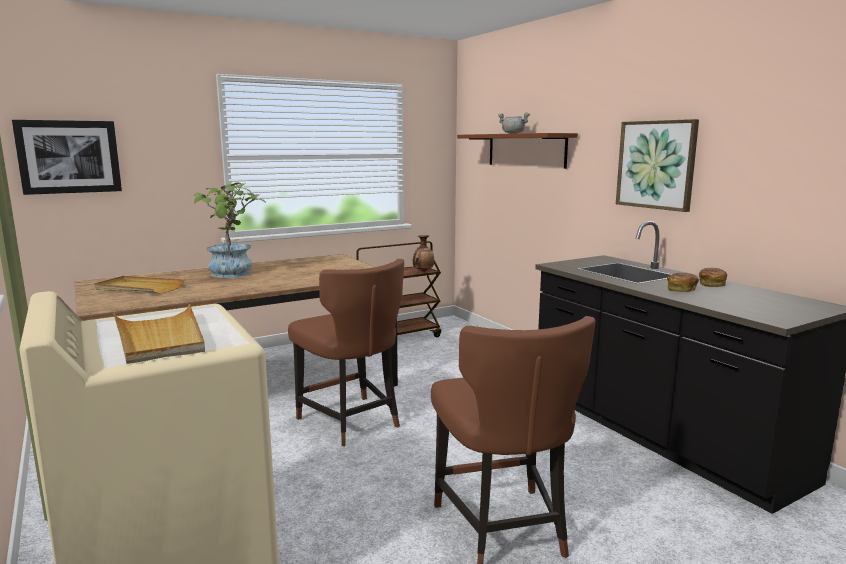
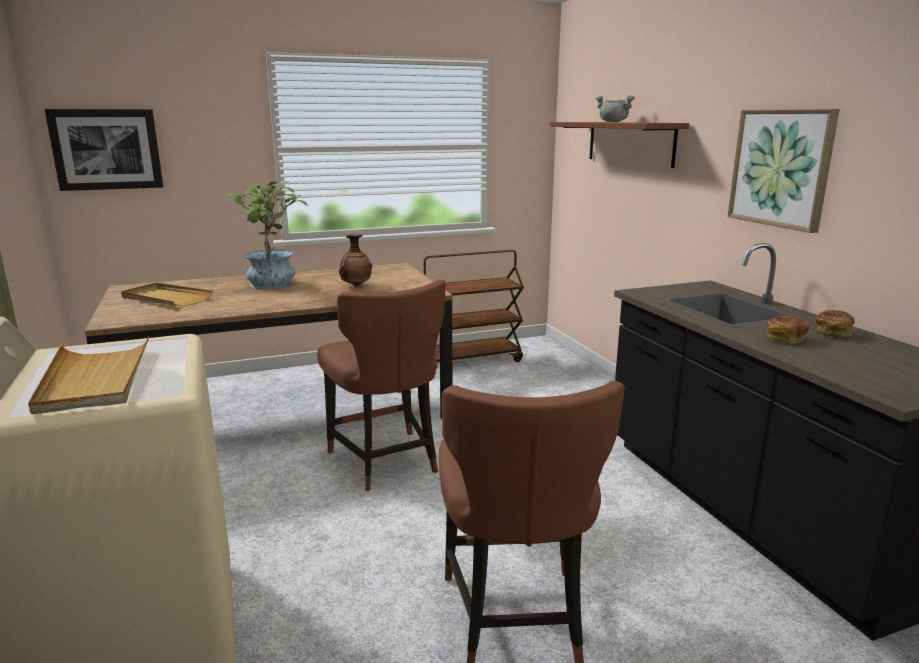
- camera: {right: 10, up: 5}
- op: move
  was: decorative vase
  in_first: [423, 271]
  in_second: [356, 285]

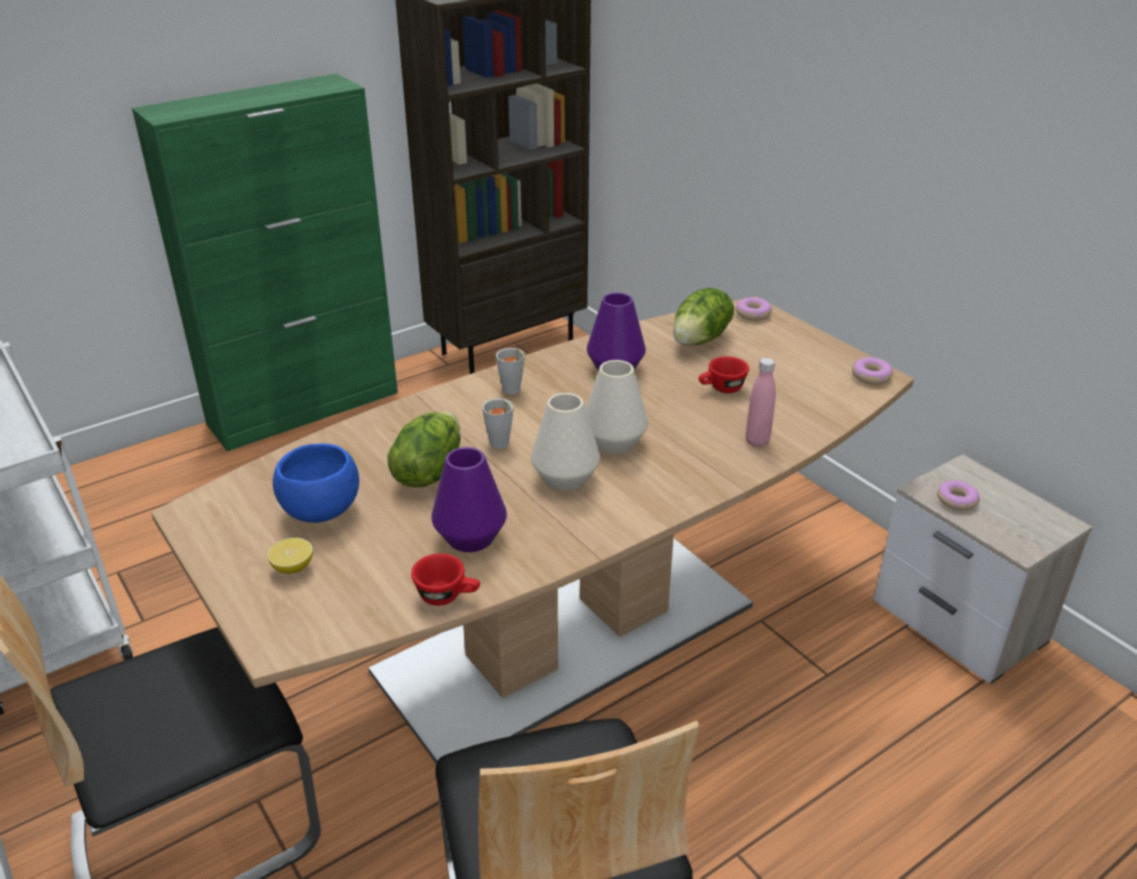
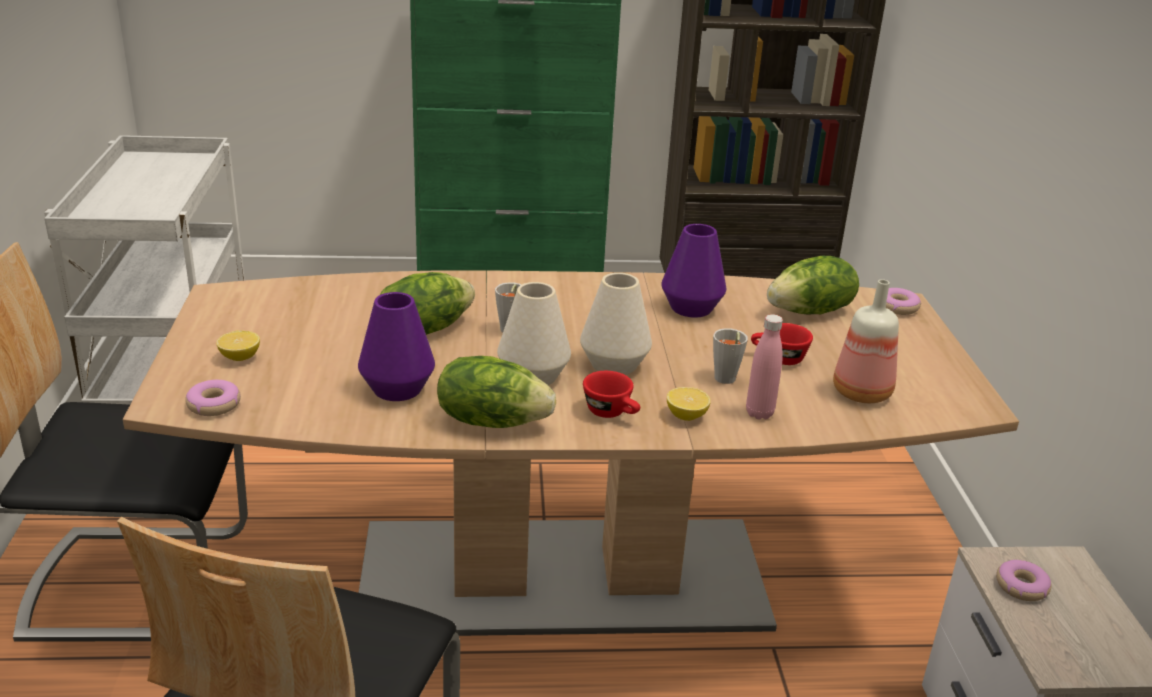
- camera: {right: 30, up: -5}
- op: delete
  was: bluish deep dish
  in_first: [321, 511]
- op: move
  was: red drinking cup
  in_first: [447, 595]
  in_second: [612, 413]
- op: move
  was: grey drinking cup
  in_first: [513, 391]
  in_second: [724, 381]
- op: move
  was: ring doughnut
  in_first: [871, 376]
  in_second: [214, 405]
- op: insert
  now: lettuce head
  in_second: [492, 421]
- op: insert
  now: citrus fruit
  in_second: [686, 416]
- op: insert
  now: beverage bottle
  in_second: [863, 393]

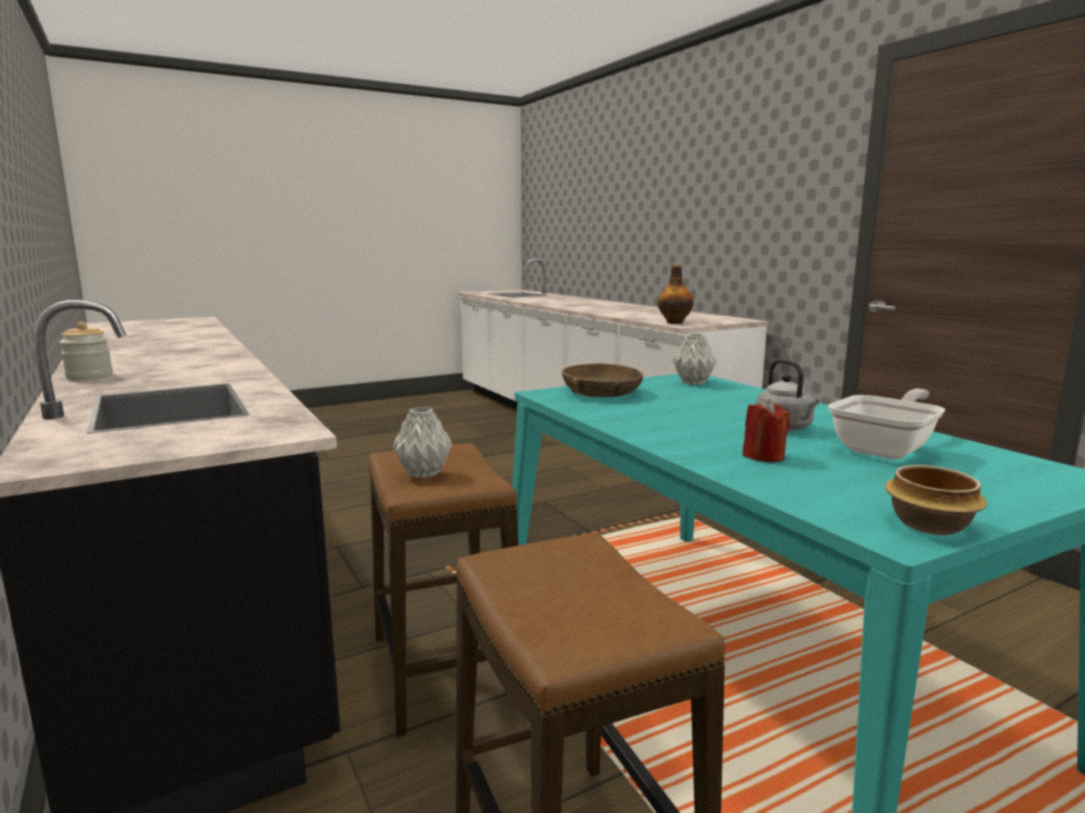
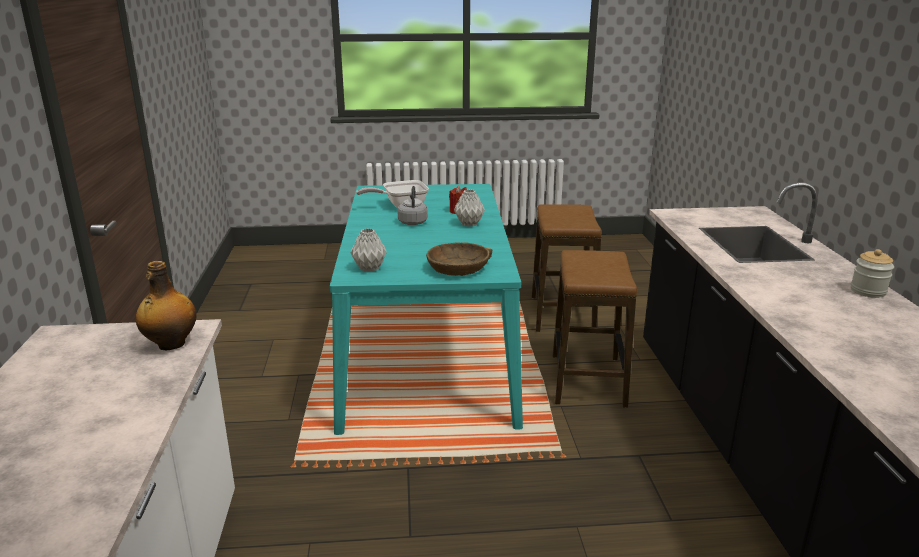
- camera: {right: -155, up: 10}
- op: move
  was: grey decorative vase
  in_first: [425, 473]
  in_second: [468, 224]
- op: delete
  was: deep dish
  in_first: [930, 525]

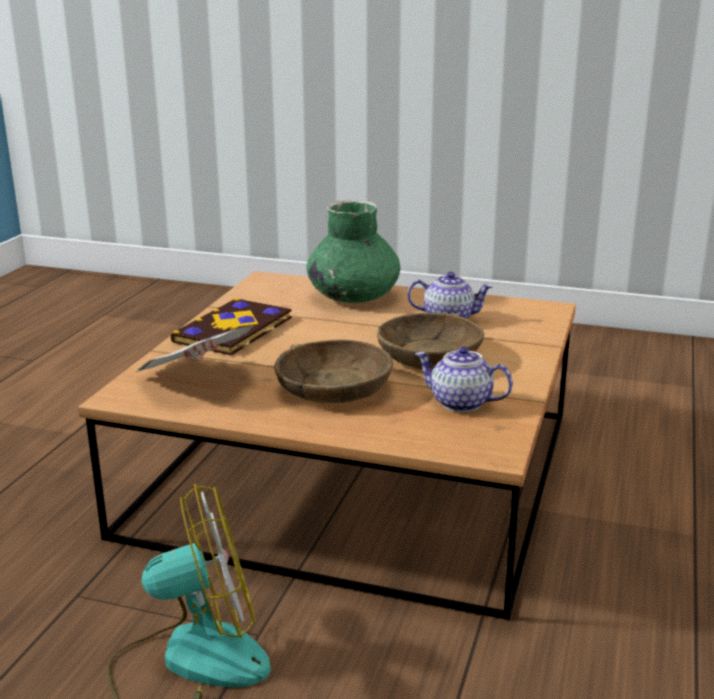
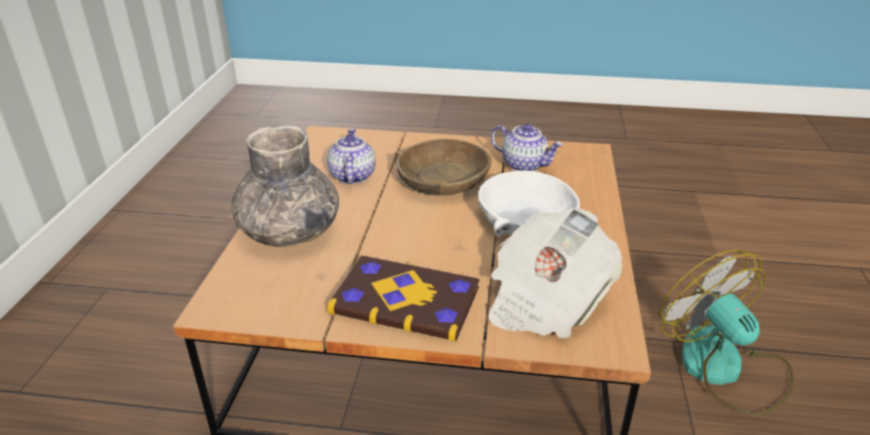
- camera: {right: -100, up: 10}
- op: recolor
  was: brown deep dish
  now: white-coloured deep dish
  in_first: [332, 388]
  in_second: [526, 219]
- op: recolor
  was: green-coloured decorative vase
  now: grey decorative vase
  in_first: [353, 296]
  in_second: [289, 232]
- op: rotate
  was: tea pot
  in_first: [460, 403]
  in_second: [524, 165]
  clockwise: -75

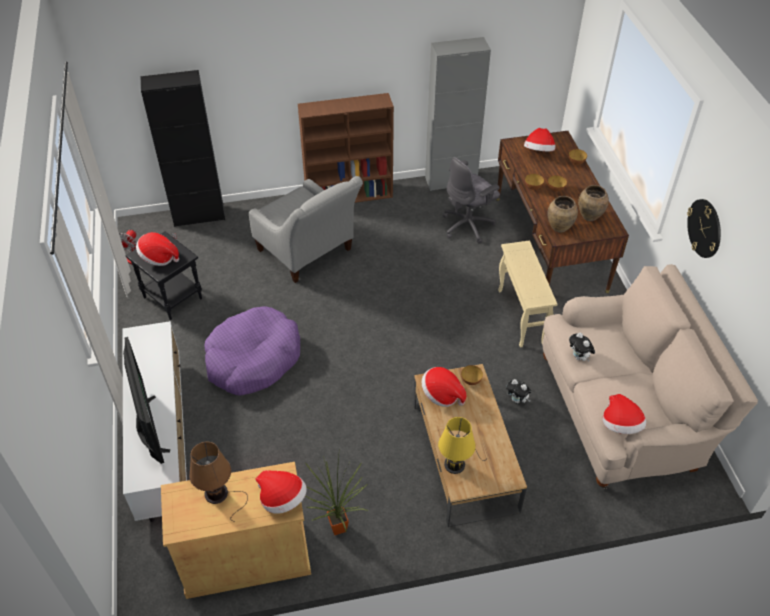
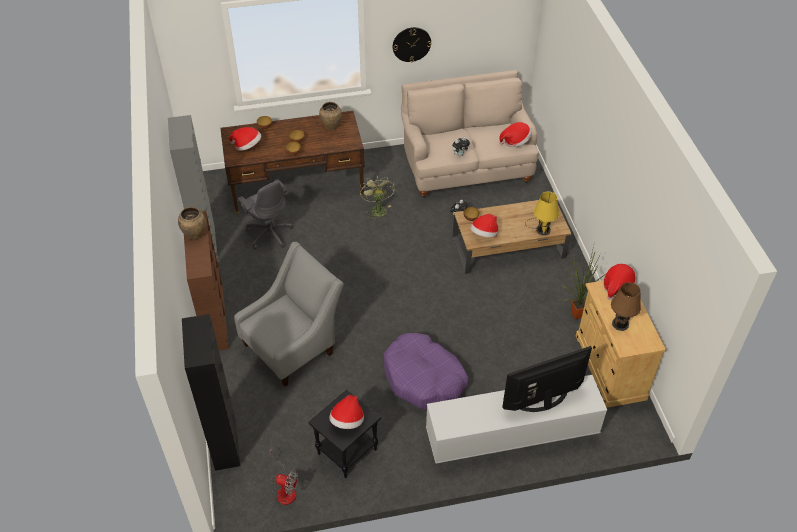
- camera: {right: -90, up: 0}
- op: replace
  was: sand-coloured side table
  now: green-coloured electric fan
  in_first: [520, 316]
  in_second: [377, 209]
- op: move
  was: brown decorative vase
  in_first: [559, 228]
  in_second: [195, 235]

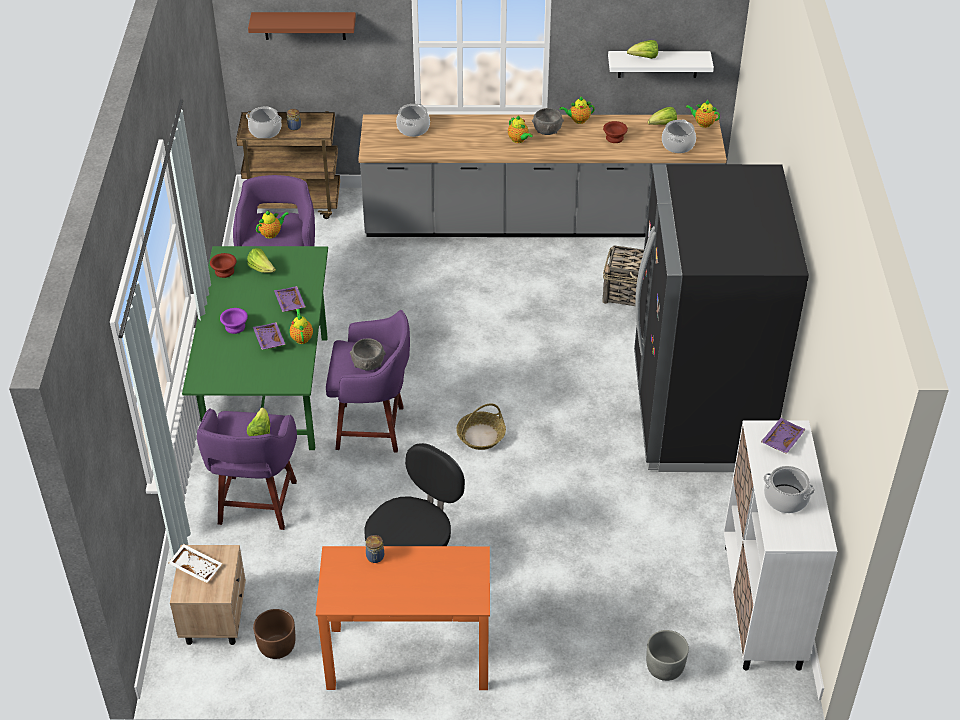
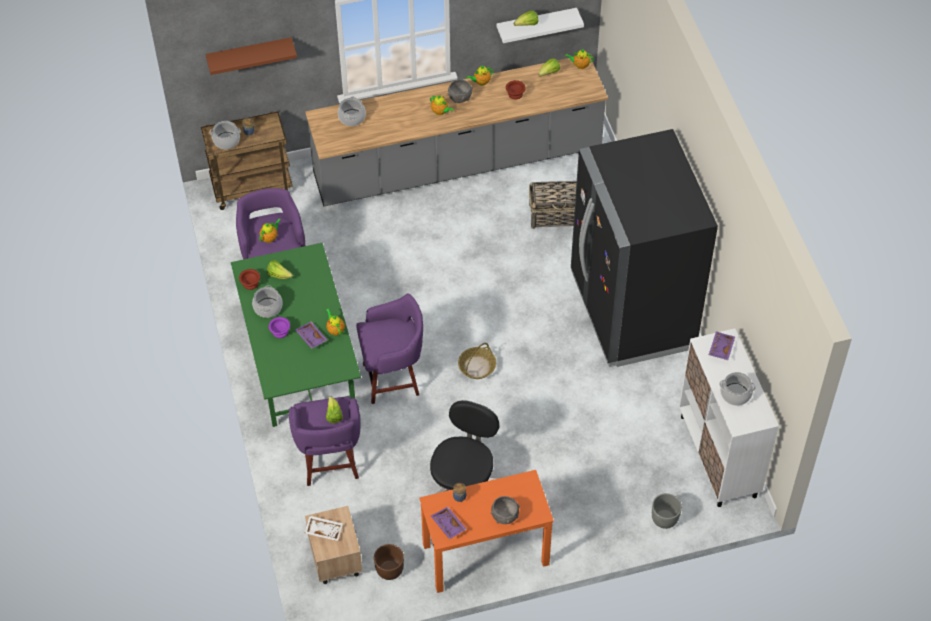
- camera: {right: -15, up: 10}
- op: move
  was: purple-coloured serving tray
  in_first: [289, 303]
  in_second: [448, 525]
- op: move
  was: grey deep dish
  in_first: [368, 364]
  in_second: [505, 516]
- op: move
  was: cooking pot
  in_first: [678, 145]
  in_second: [268, 308]

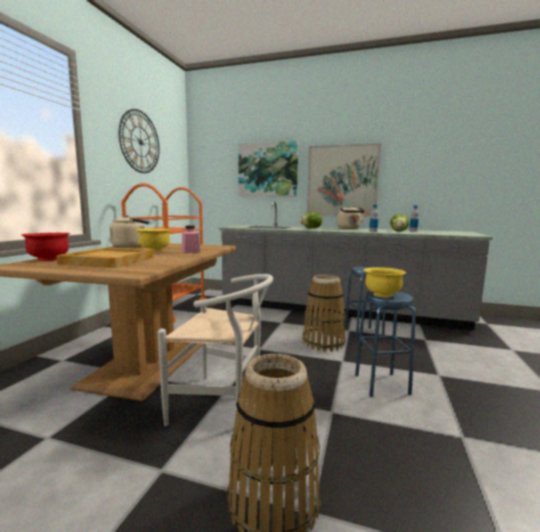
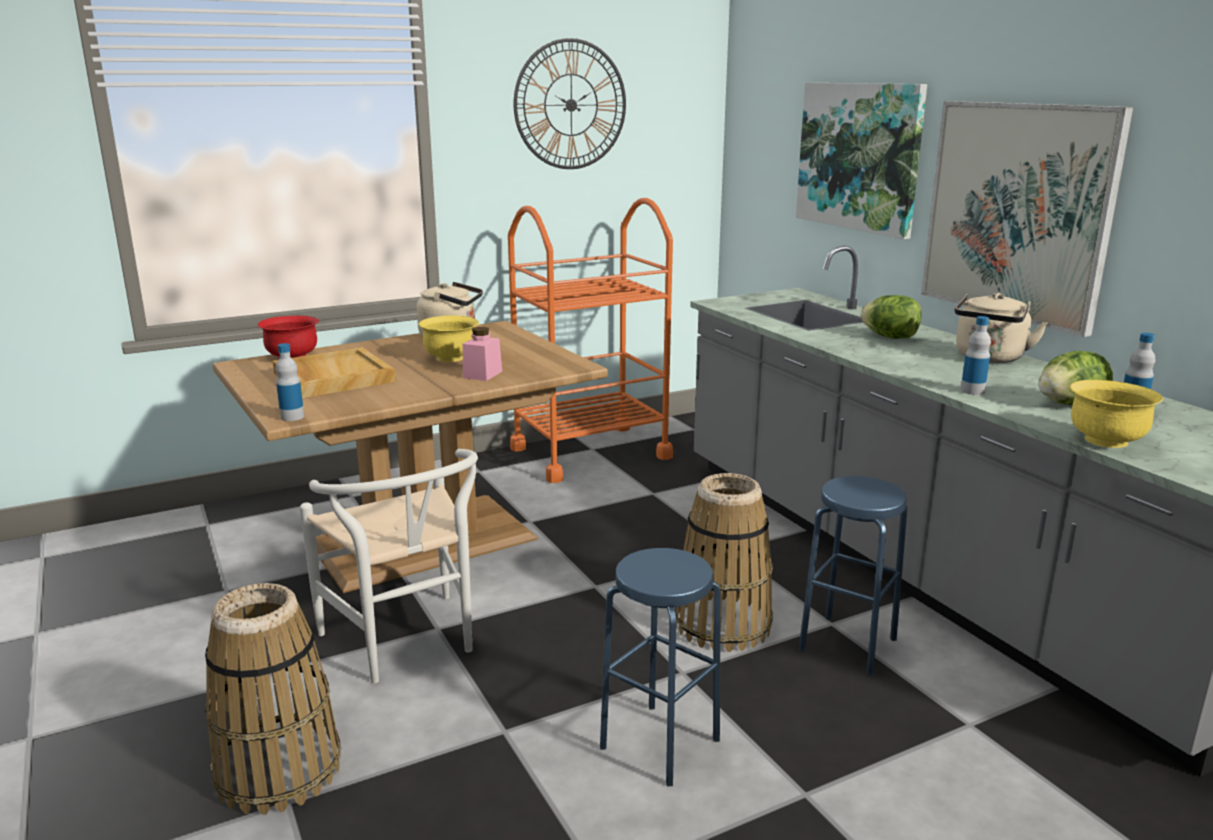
- camera: {right: 45, up: 10}
- op: move
  was: yellow deep dish
  in_first: [382, 295]
  in_second: [1106, 441]
- op: insert
  now: beverage bottle
  in_second: [292, 417]

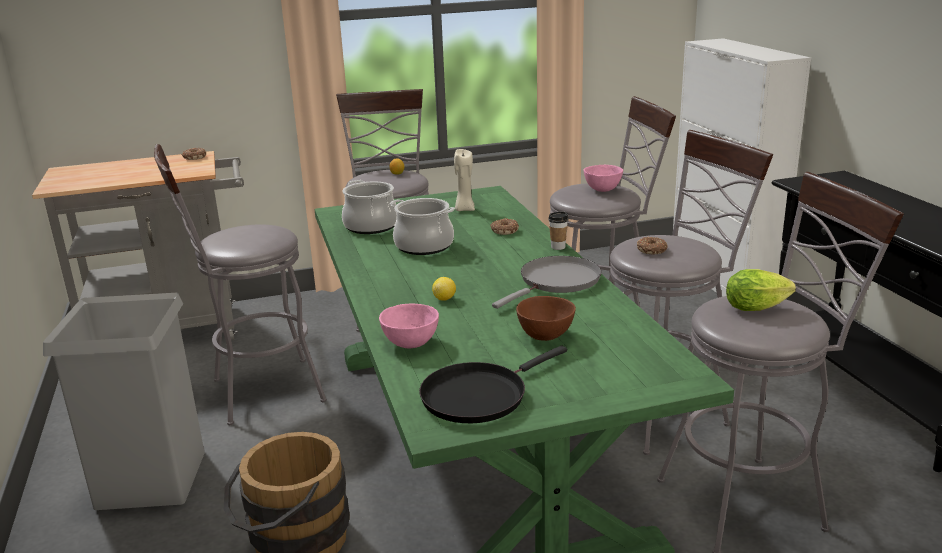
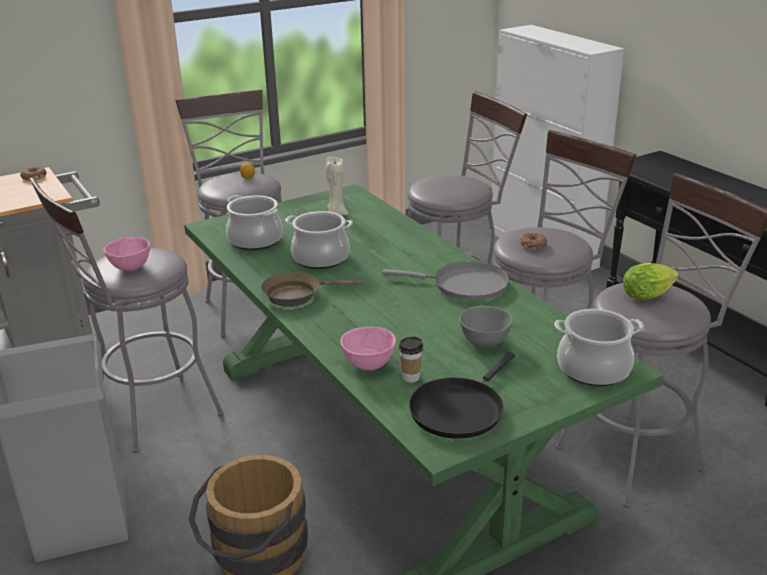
- camera: {right: -15, up: 5}
- op: delete
  was: citrus fruit
  in_first: [444, 299]
- op: delete
  was: ring doughnut
  in_first: [504, 231]
- op: rotate
  was: grey frying pan
  in_first: [557, 282]
  in_second: [465, 285]
  clockwise: 75
- op: recolor
  was: brown deep dish
  now: grey deep dish
  in_first: [546, 336]
  in_second: [485, 342]
- op: move
  was: drinking cup
  in_first: [558, 247]
  in_second: [411, 377]
- op: move
  was: pink-coloured deep dish
  in_first: [602, 190]
  in_second: [130, 268]
- op: insert
  now: brown frying pan
  in_second: [296, 295]
- op: insert
  now: cooking pot
  in_second: [593, 369]

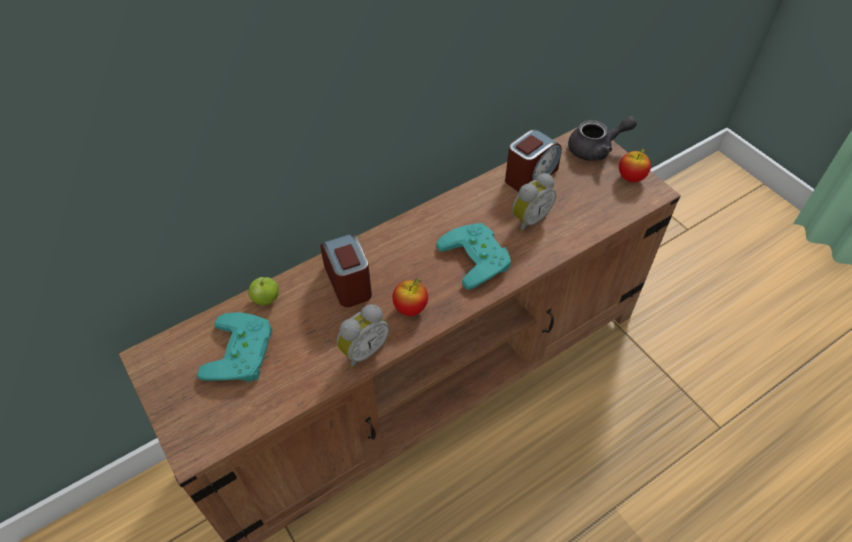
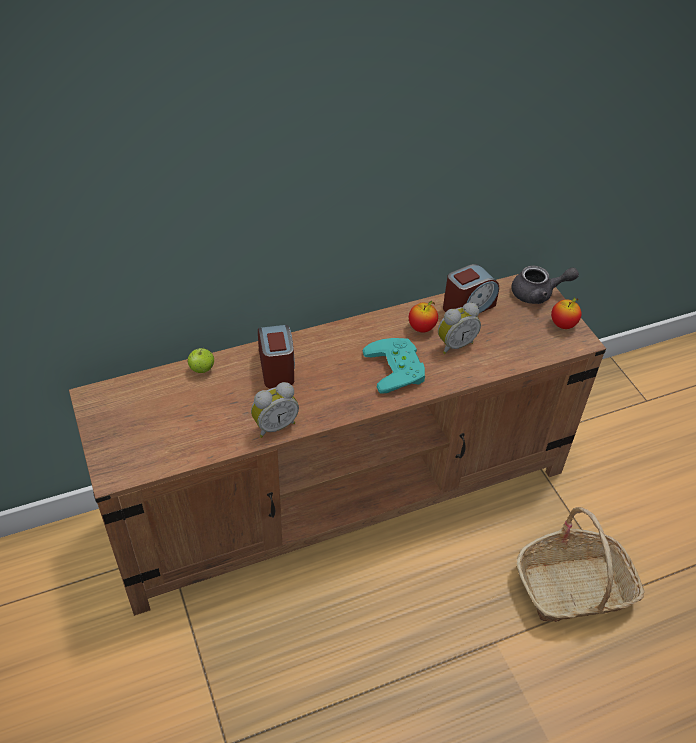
- camera: {right: 10, up: -5}
- op: delete
  was: blue-green gamepad
  in_first: [243, 353]
- op: move
  was: apple fruit
  in_first: [410, 308]
  in_second: [422, 328]
- op: insert
  now: household basket
  in_second: [574, 588]

